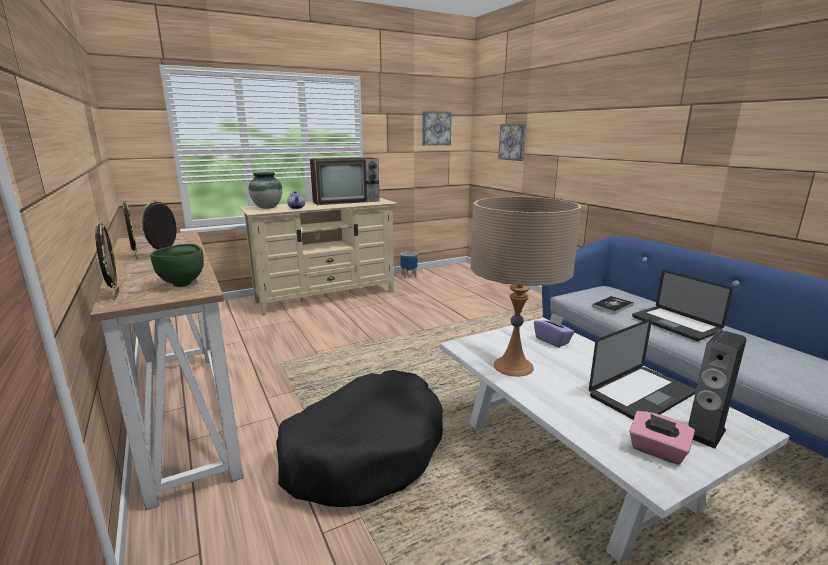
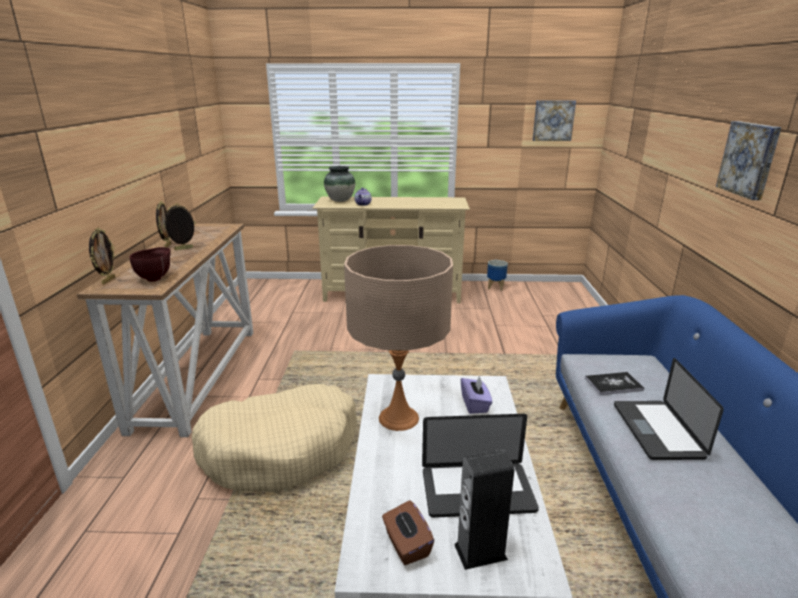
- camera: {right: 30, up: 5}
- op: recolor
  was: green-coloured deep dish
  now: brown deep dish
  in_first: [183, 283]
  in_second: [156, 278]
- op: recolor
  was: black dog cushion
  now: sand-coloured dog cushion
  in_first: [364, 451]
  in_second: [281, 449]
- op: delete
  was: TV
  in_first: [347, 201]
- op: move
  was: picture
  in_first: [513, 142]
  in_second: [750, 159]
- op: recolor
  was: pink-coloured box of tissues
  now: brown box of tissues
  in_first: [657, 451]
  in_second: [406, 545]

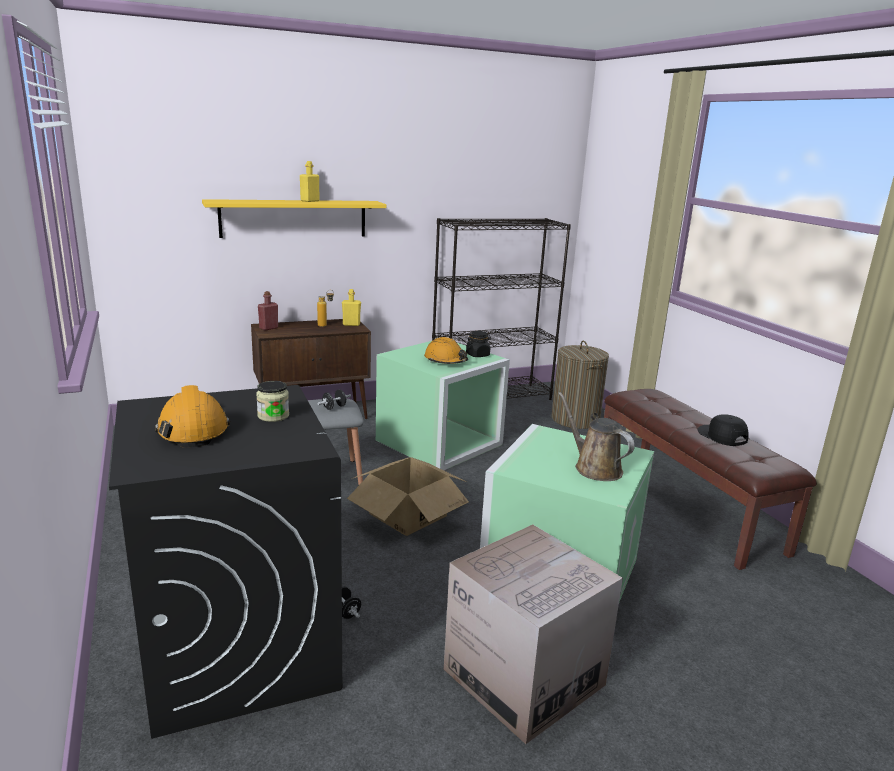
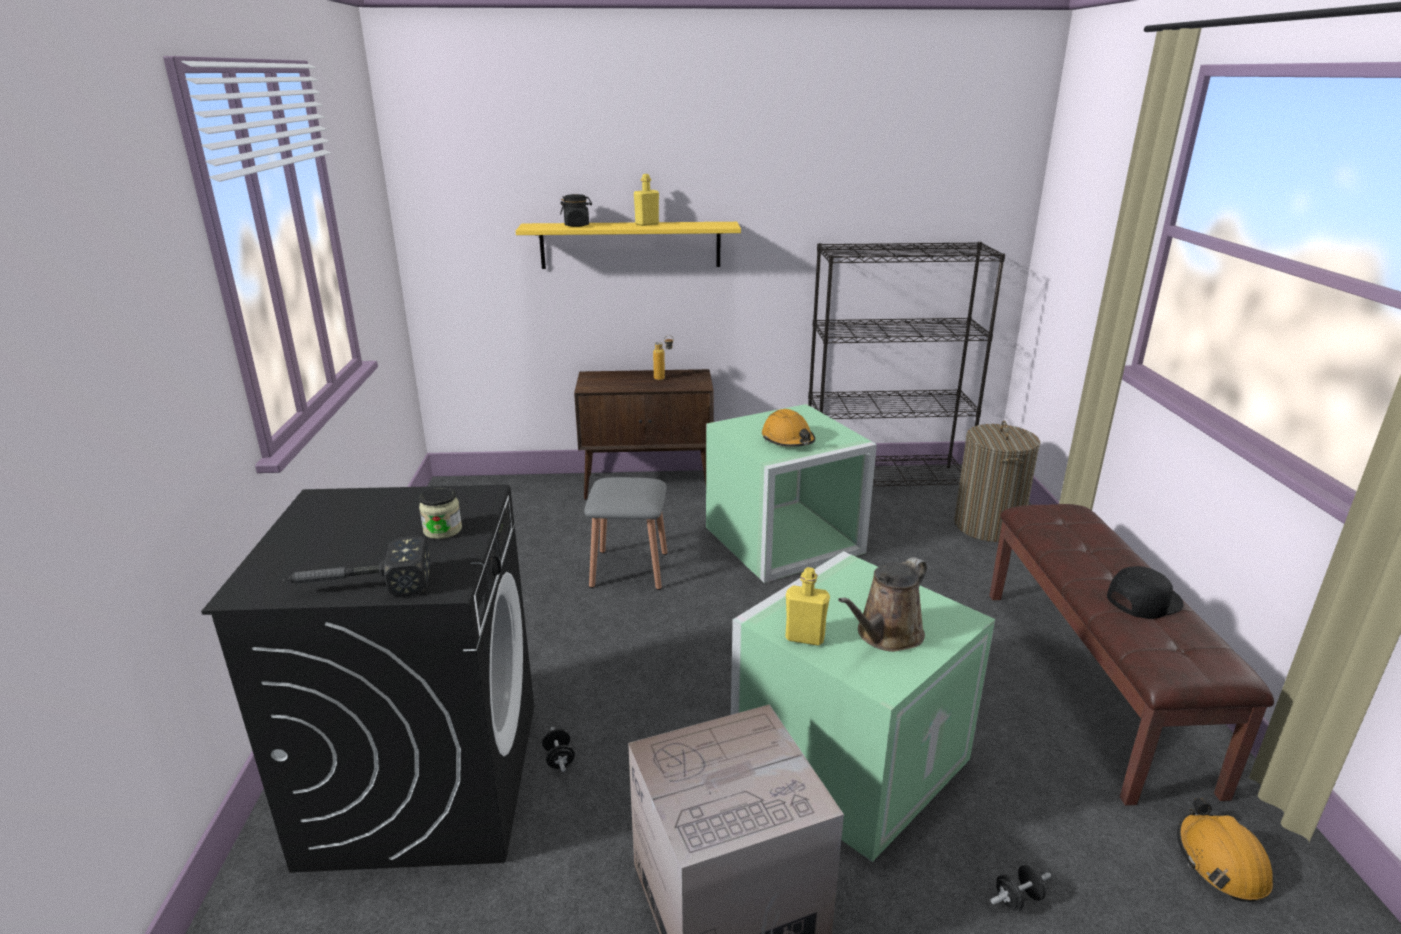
- camera: {right: 20, up: 5}
- op: move
  was: orange work helmet
  in_first: [193, 430]
  in_second: [1220, 861]
- op: delete
  was: red beverage bottle
  in_first: [268, 328]
- op: move
  was: black hand weight
  in_first: [334, 407]
  in_second: [1018, 899]
- op: move
  was: yellow beverage bottle
  in_first: [351, 324]
  in_second: [805, 637]
- op: delete
  was: cardboard box
  in_first: [408, 514]
- op: move
  was: black preserve jar
  in_first: [477, 355]
  in_second: [577, 225]
- op: rotate
  was: brown watering can
  in_first: [594, 468]
  in_second: [886, 635]
  clockwise: -120
- op: rotate
  was: black peaked cap
  in_first: [721, 436]
  in_second: [1143, 600]
  clockwise: 75
- op: insert
  now: hammer
  in_second: [359, 587]

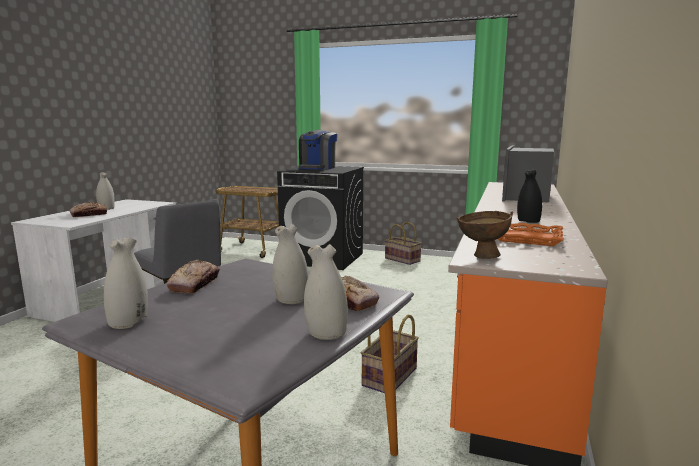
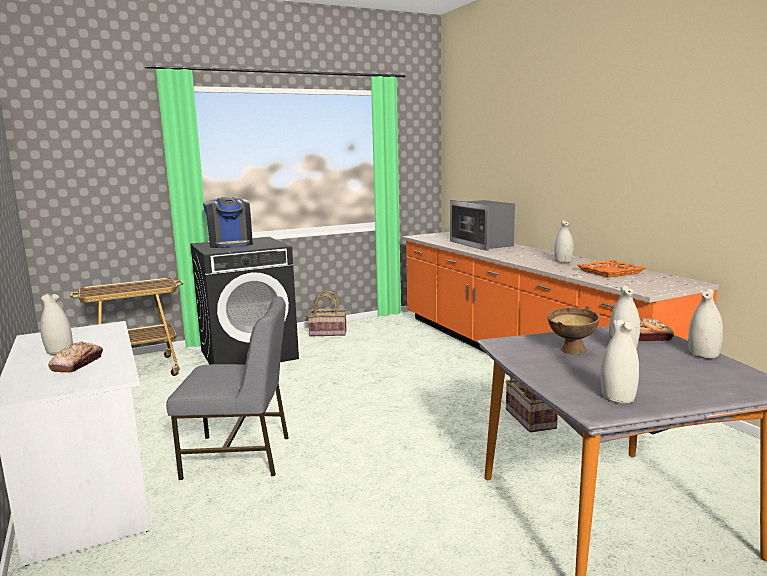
- camera: {right: -45, up: 0}
- op: delete
  was: bread
  in_first: [195, 284]
- op: move
  was: brown deep dish
  in_first: [481, 256]
  in_second: [571, 352]
- op: recolor
  was: black decorative vase
  now: white-coloured decorative vase
  in_first: [528, 221]
  in_second: [563, 261]

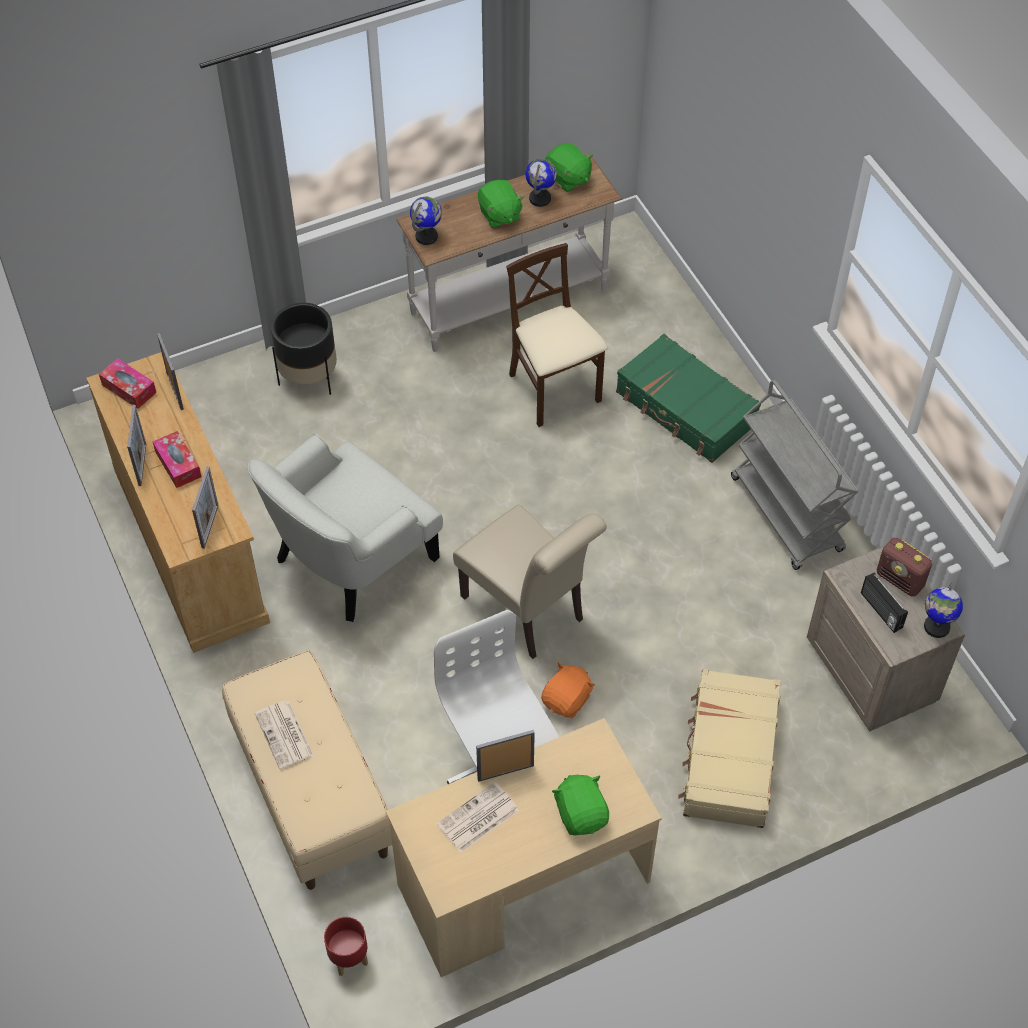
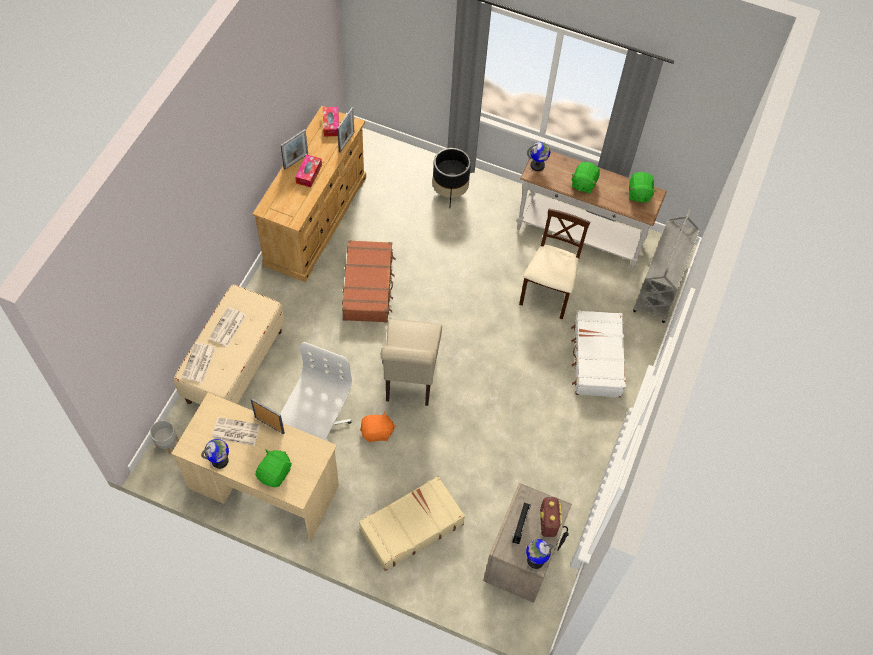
- camera: {right: 45, up: 5}
- op: delete
  was: standing frame
  in_first: [210, 526]
- op: replace
  was: white-coloured easy chair
  now: brown piece of luggage
  in_first: [351, 559]
  in_second: [368, 286]
- op: recolor
  was: red flower pot
  now: grey flower pot
  in_first: [348, 957]
  in_second: [167, 444]
- op: move
  was: desk globe
  in_first: [540, 198]
  in_second: [220, 461]
- op: recolor
  was: green-coloured piece of luggage
  now: white-coloured piece of luggage
  in_first: [685, 409]
  in_second: [596, 359]
- op: move
  was: grey cart
  in_first: [787, 515]
  in_second: [659, 288]
- op: insert
  now: daily paper
  in_second: [199, 363]

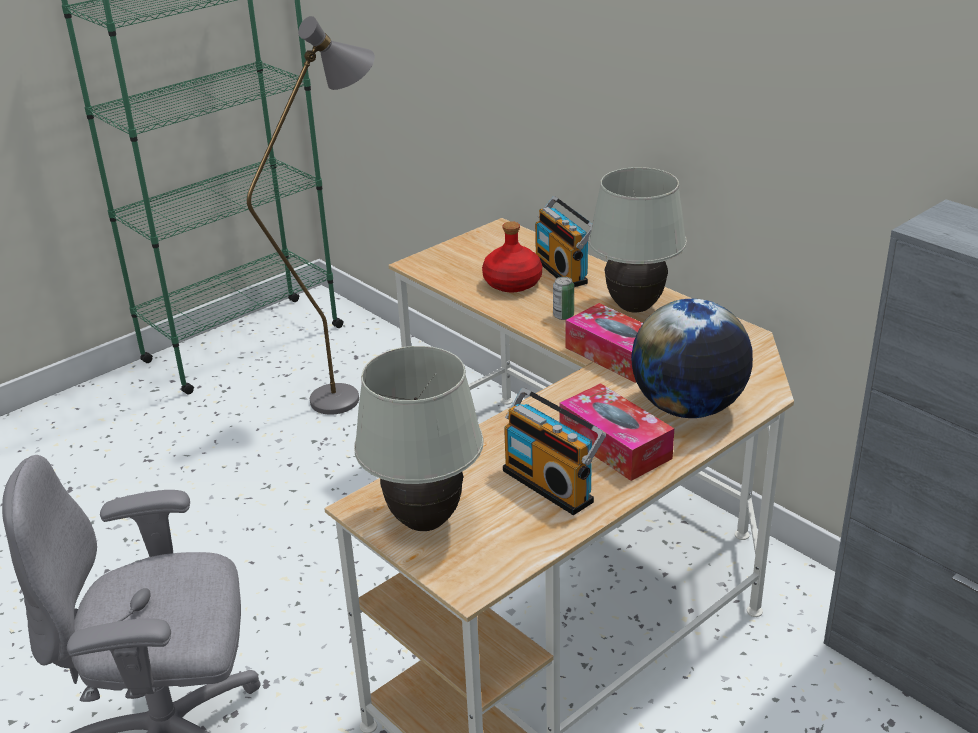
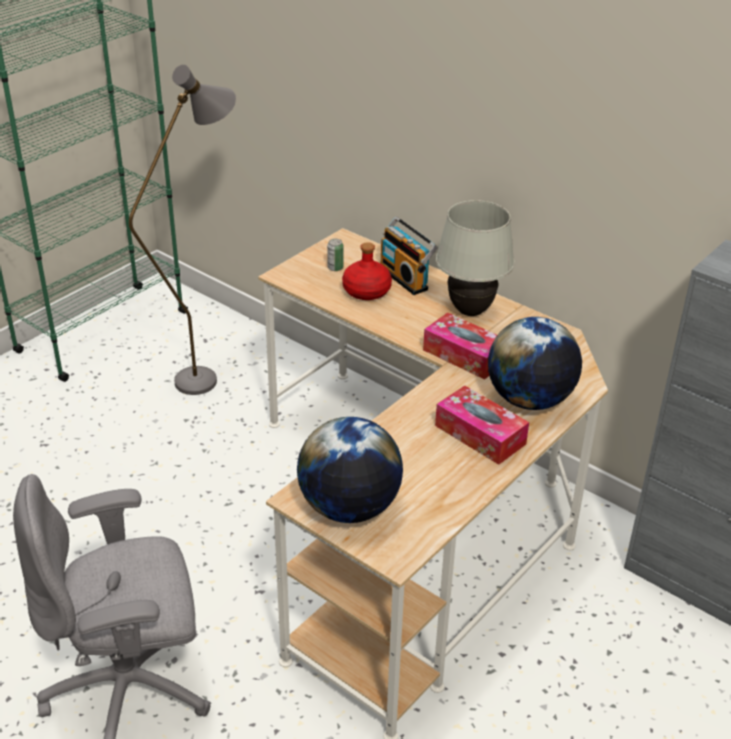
- camera: {right: -10, up: 5}
- op: replace
  was: white-coloured lamp for a table
  now: desk globe
  in_first: [425, 521]
  in_second: [349, 508]
- op: delete
  was: radio set
  in_first: [551, 484]
- op: move
  was: sealed can
  in_first: [563, 316]
  in_second: [335, 268]

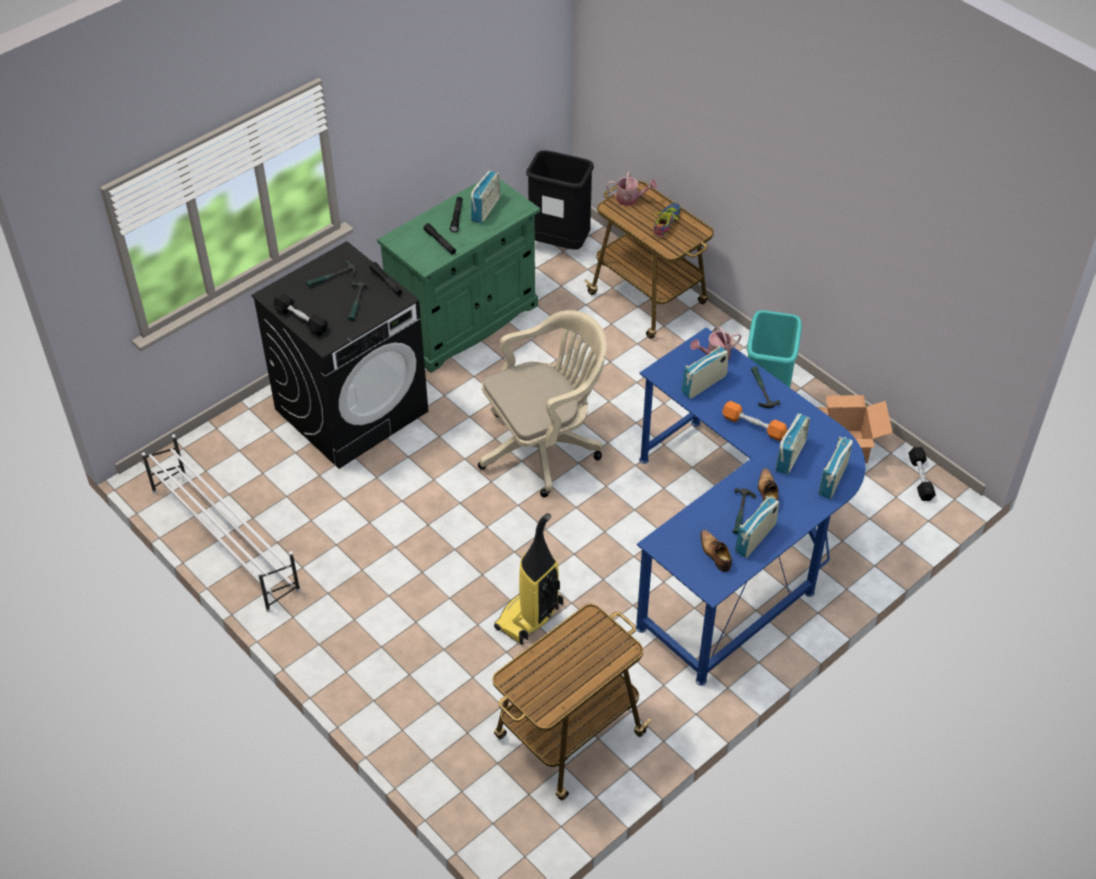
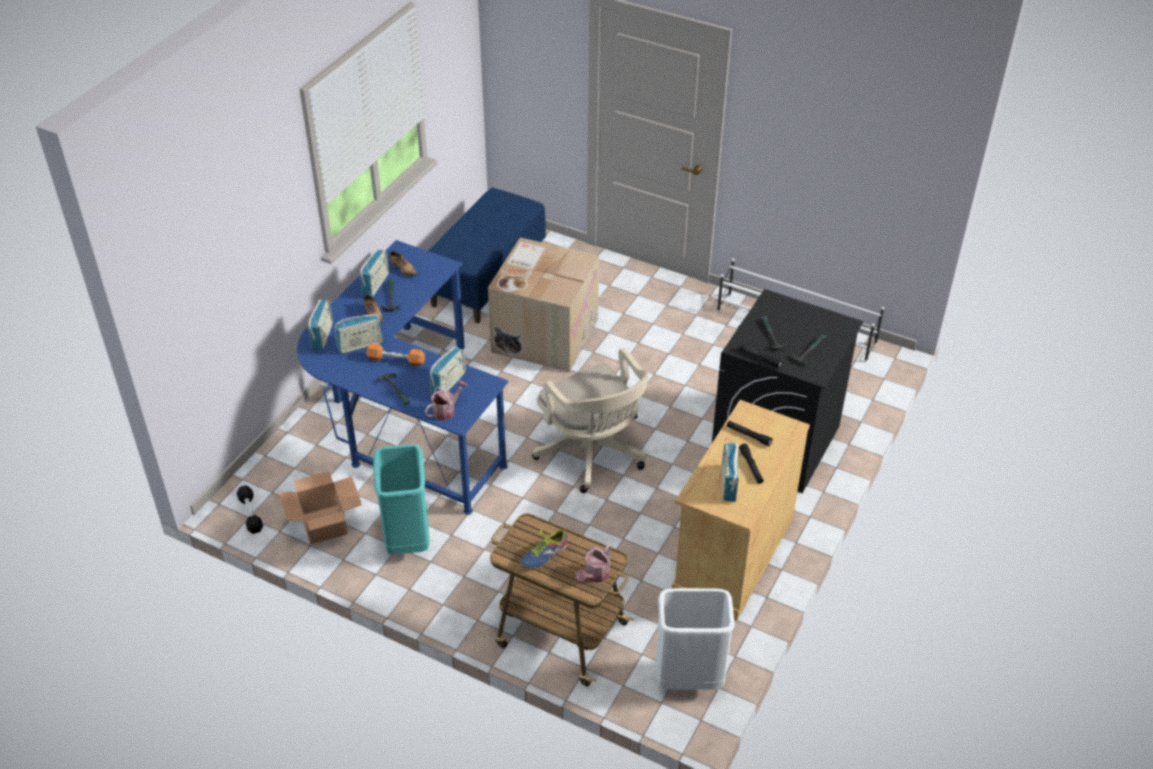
- camera: {right: 160, up: -5}
- op: delete
  was: black hand weight
  in_first: [301, 320]
- op: recolor
  was: green-coloured cabinet
  now: sand-coloured cabinet
  in_first: [464, 321]
  in_second: [733, 554]
- op: rotate
  was: sand-coloured desk chair
  in_first: [544, 446]
  in_second: [593, 455]
  clockwise: -75
- op: replace
  was: cart
  now: bluish bench
  in_first: [567, 737]
  in_second: [487, 278]
- op: replace
  was: vacuum cleaner
  now: cardboard box
  in_first: [529, 618]
  in_second: [544, 334]
- op: recolor
  was: black rubbish bin
  now: white-coloured rubbish bin
  in_first: [559, 243]
  in_second: [688, 679]
- op: rotate
  was: watering can
  in_first: [630, 199]
  in_second: [595, 575]
  clockwise: -45
- op: rotate
  was: low shoe
  in_first: [666, 223]
  in_second: [544, 555]
  clockwise: 45
- op: rotate
  was: radio set
  in_first: [790, 455]
  in_second: [360, 345]
  clockwise: -120

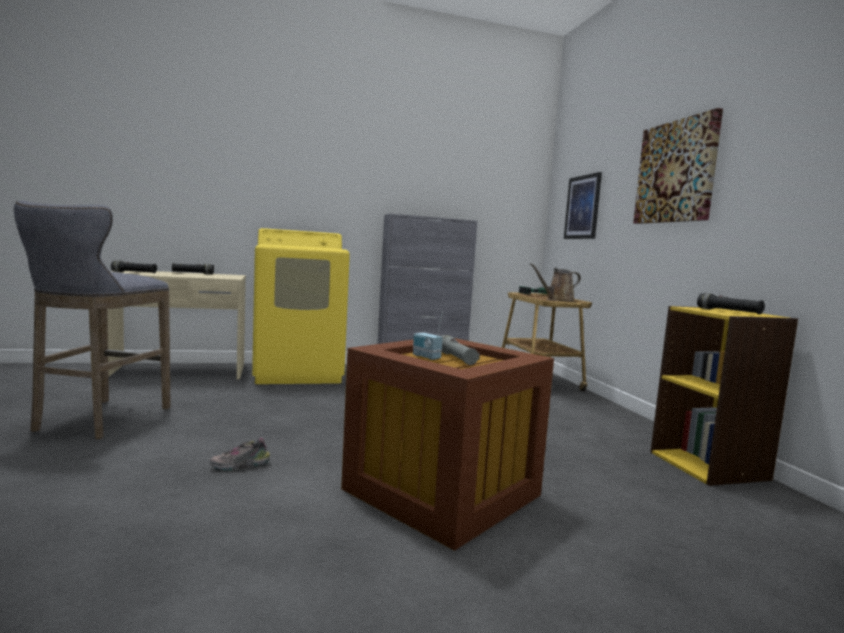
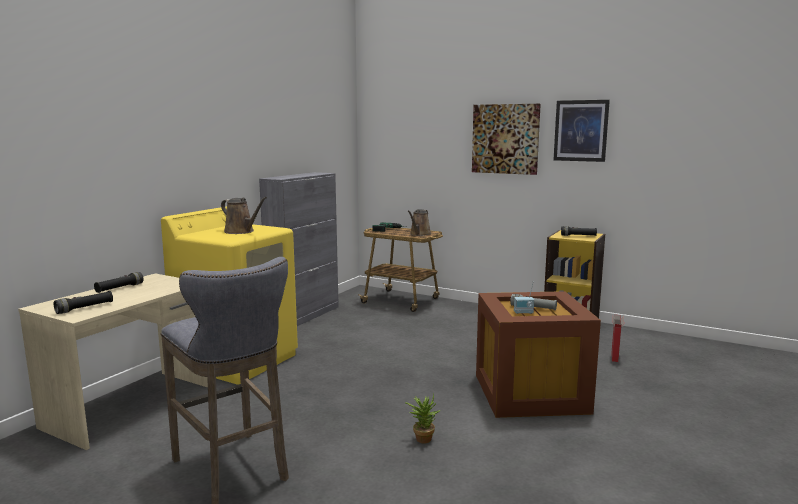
- camera: {right: -45, up: 5}
- op: replace
  was: low shoe
  now: plant in a pot
  in_first: [240, 466]
  in_second: [422, 437]
- op: move
  was: picture
  in_first: [582, 207]
  in_second: [581, 130]
- op: insert
  now: brown watering can
  in_second: [241, 231]
- op: insert
  now: cardboard box
  in_second: [614, 357]

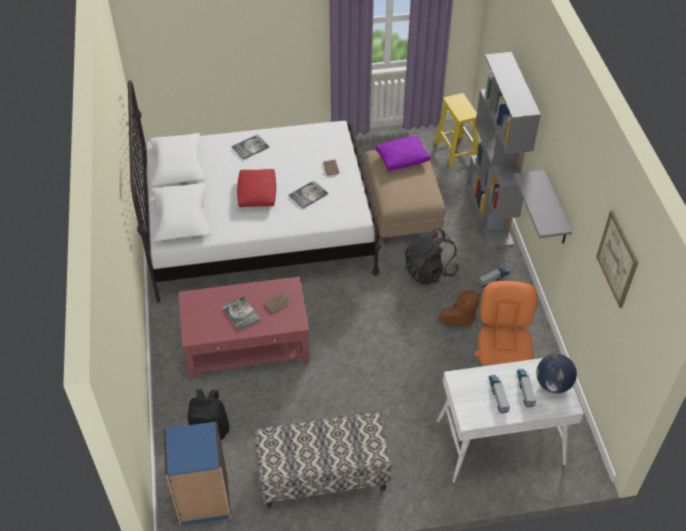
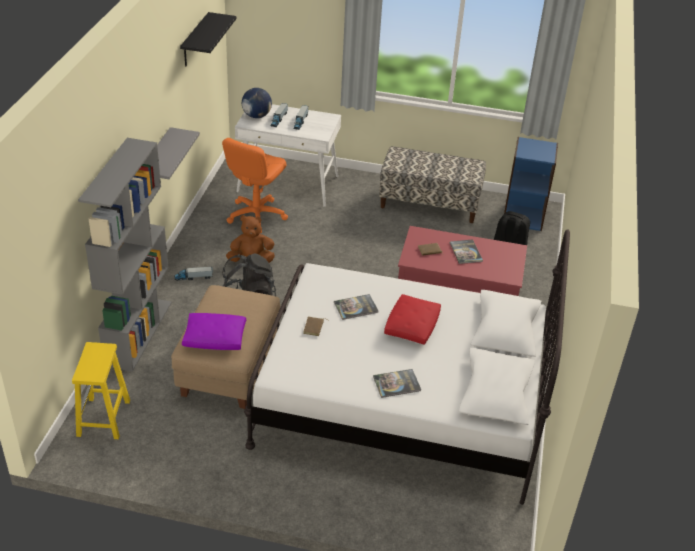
- camera: {right: -160, up: -10}
- op: replace
  was: picture
  now: black bracket shelf
  in_first: [617, 259]
  in_second: [195, 40]

